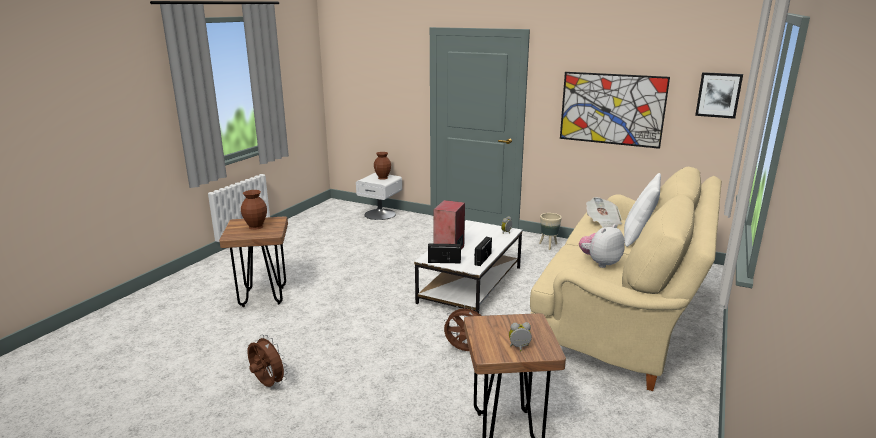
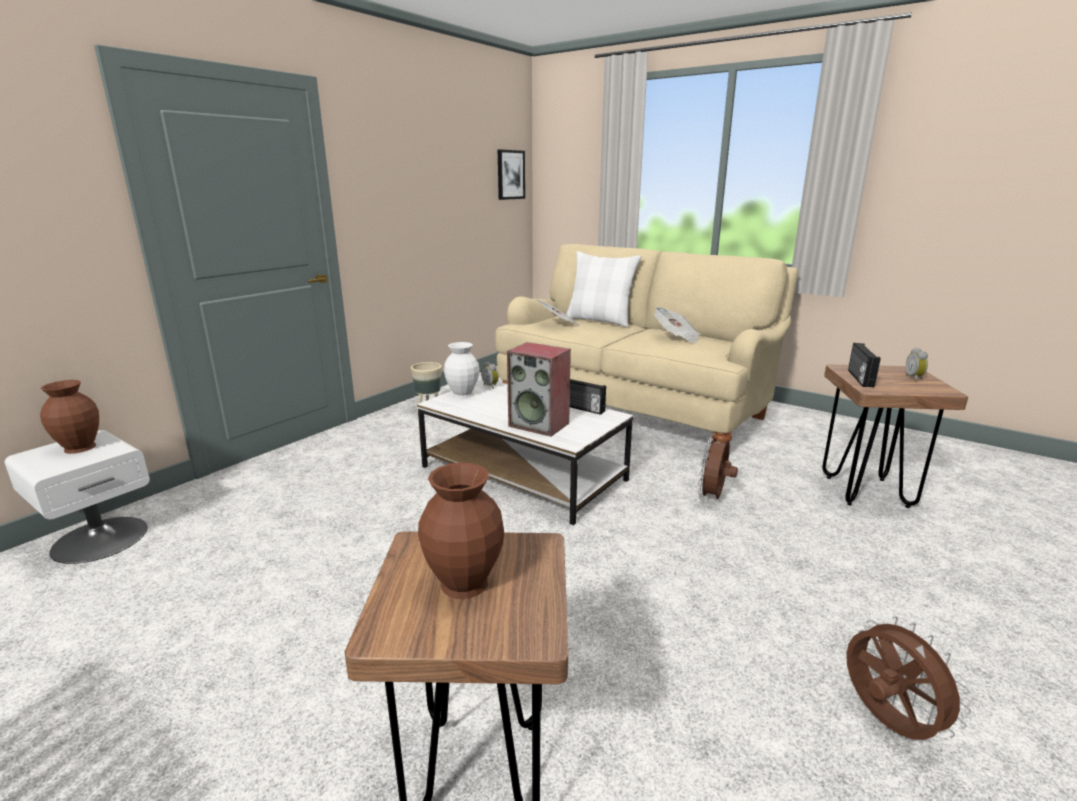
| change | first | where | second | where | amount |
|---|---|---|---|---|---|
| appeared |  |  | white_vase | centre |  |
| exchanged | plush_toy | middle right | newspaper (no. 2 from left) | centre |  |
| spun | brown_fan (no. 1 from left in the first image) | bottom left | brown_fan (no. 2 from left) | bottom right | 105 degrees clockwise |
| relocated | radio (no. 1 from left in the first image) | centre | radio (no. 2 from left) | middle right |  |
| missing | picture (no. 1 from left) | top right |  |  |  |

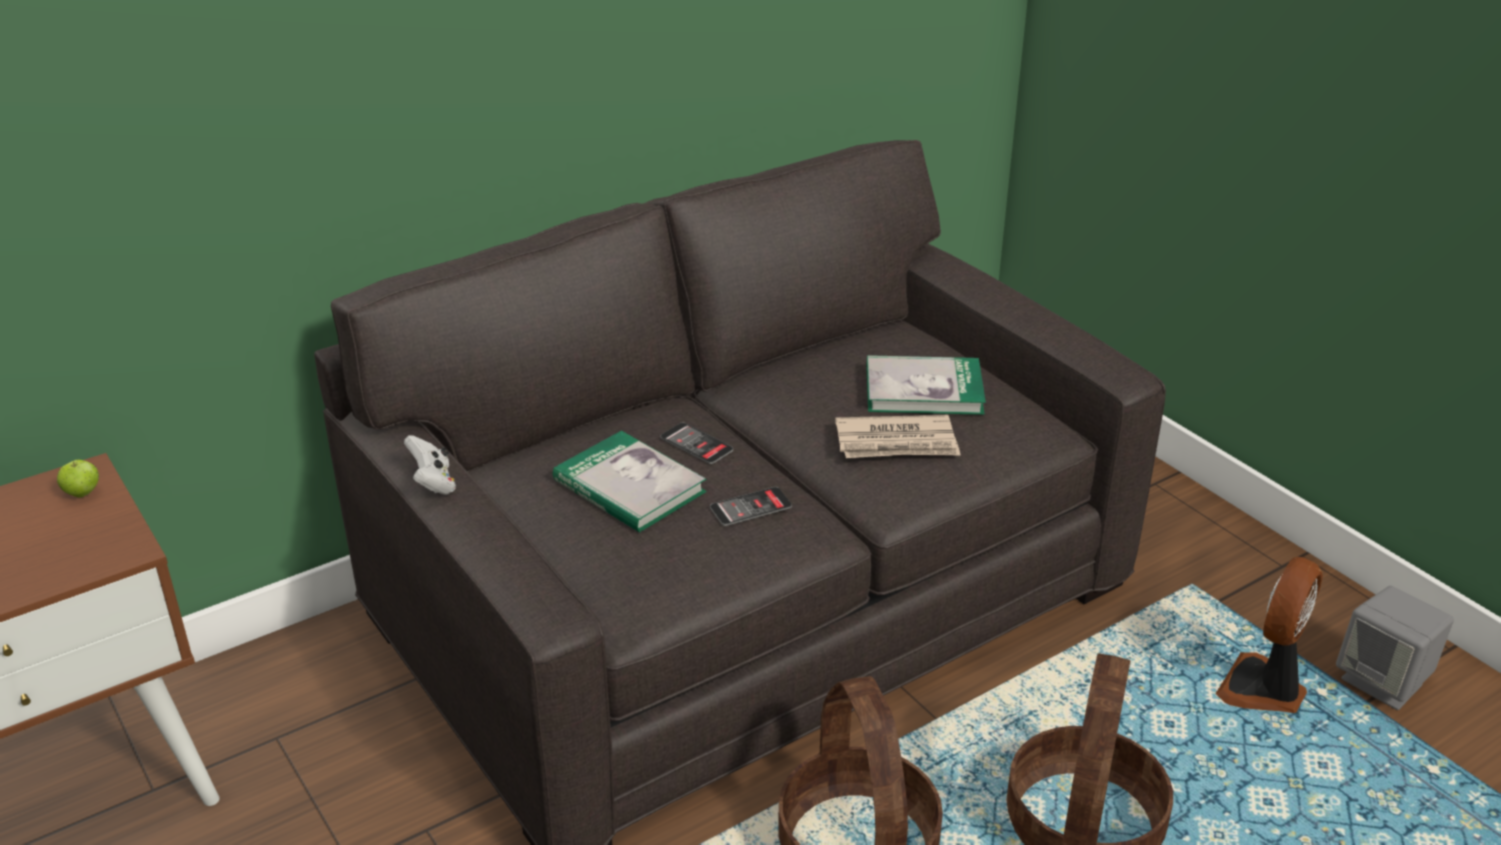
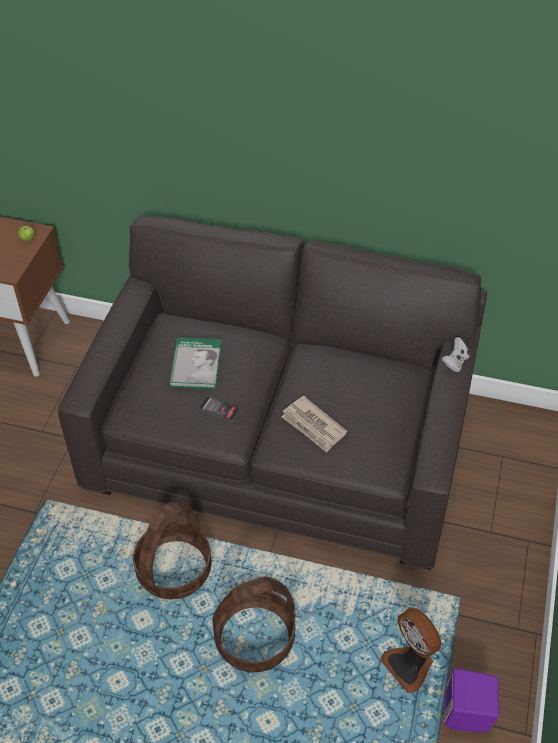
| change | first | where | second | where | amount |
|---|---|---|---|---|---|
| spun | fan | bottom right |  | bottom right | 120 degrees counterclockwise |
| relocated | white_game_controller | middle left |  | middle right |  |
| colour | grey_speaker | bottom right | purple_speaker | bottom right |  |
| missing | phone (no. 1 from left) | centre |  |  |  |
| missing | book (no. 2 from left) | centre |  |  |  |

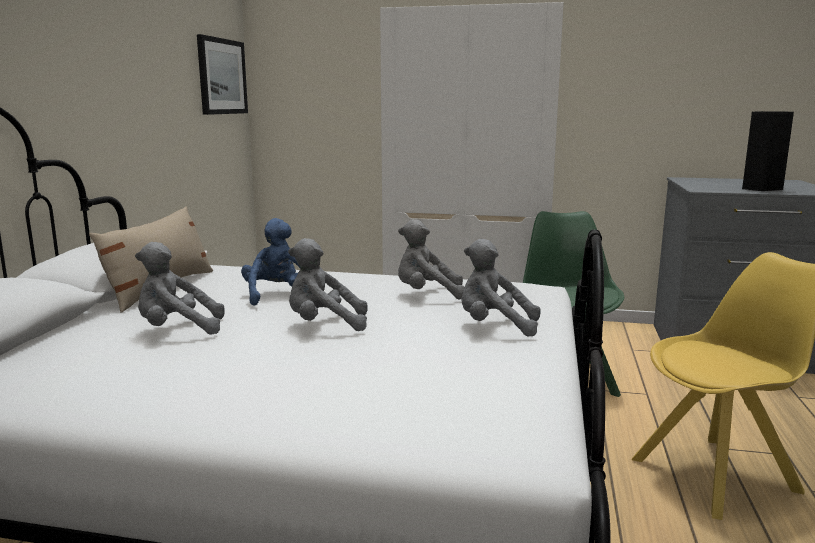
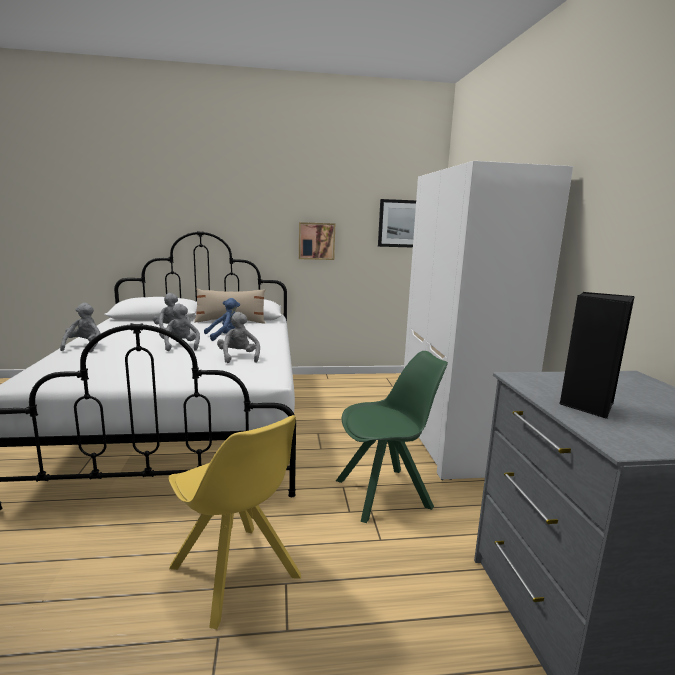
| change | first | where | second | where | amount |
|---|---|---|---|---|---|
| relocated | grey_plush_toy (no. 4 from left in the first image) | centre | grey_plush_toy (no. 1 from left) | middle left |  |
| appeared |  |  | picture (no. 1 from left) | centre |  |

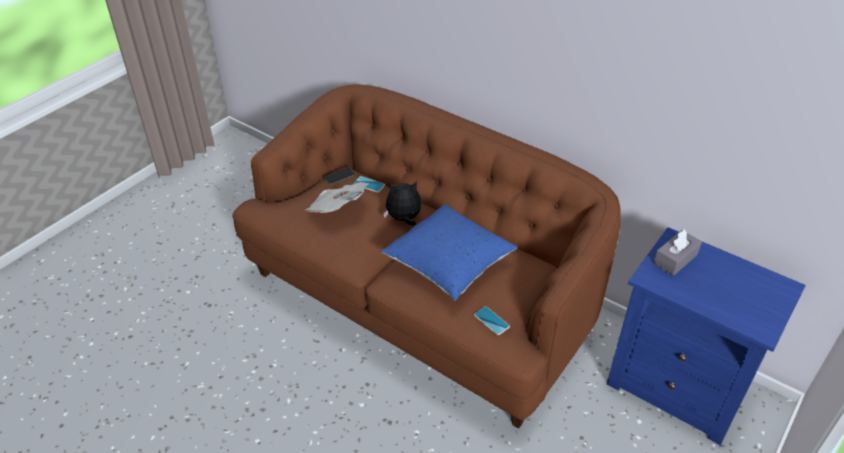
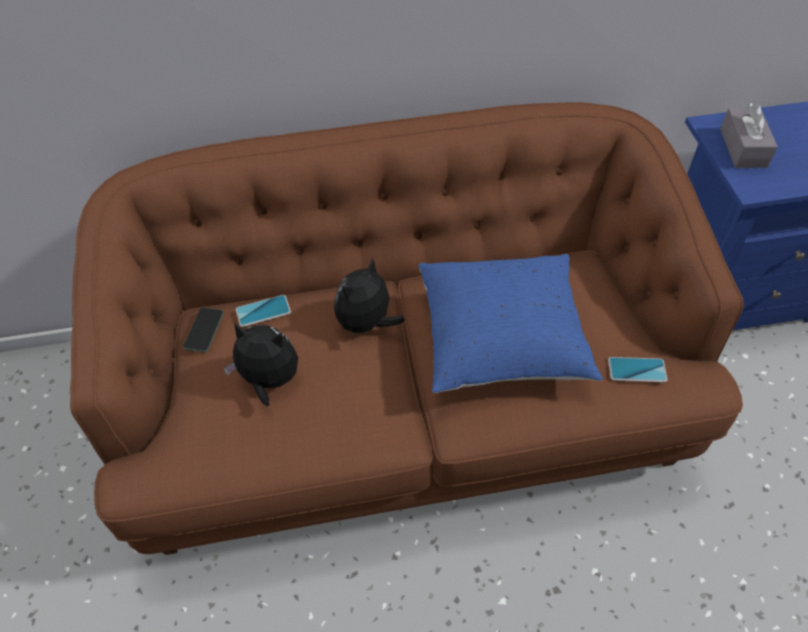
| change | first | where | second | where | amount |
|---|---|---|---|---|---|
| exchanged | newspaper | centre | plush_toy (no. 1 from left) | middle left |  |

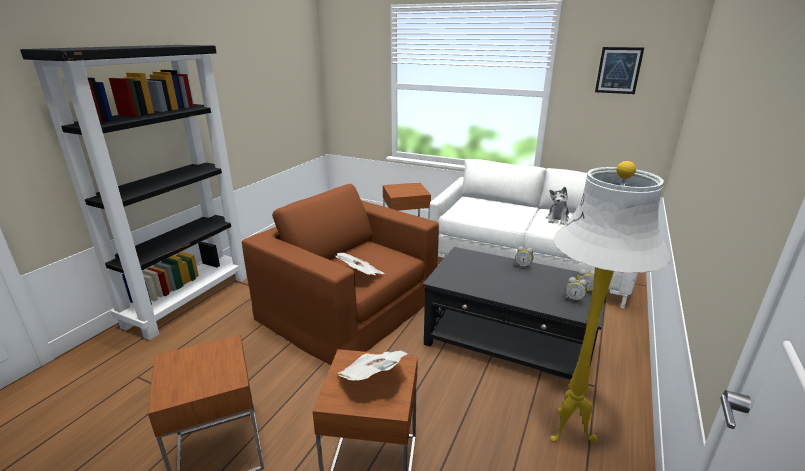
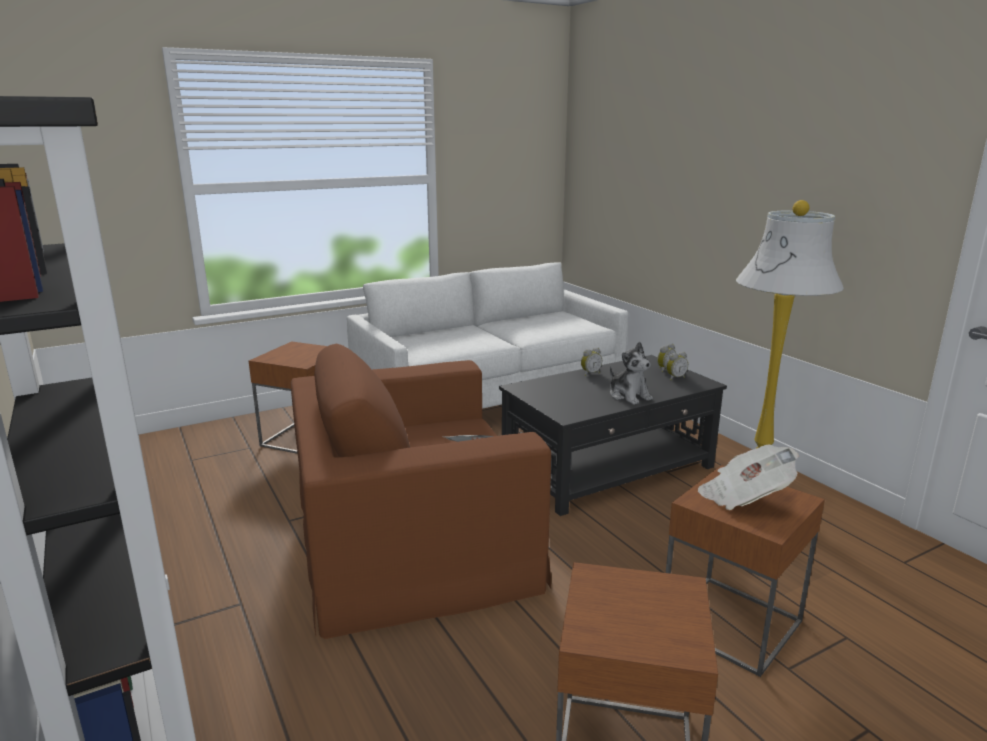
| change | first | where | second | where | amount |
|---|---|---|---|---|---|
| relocated | plush_toy | middle right |  | centre |  |
| missing | picture | top right |  |  |  |

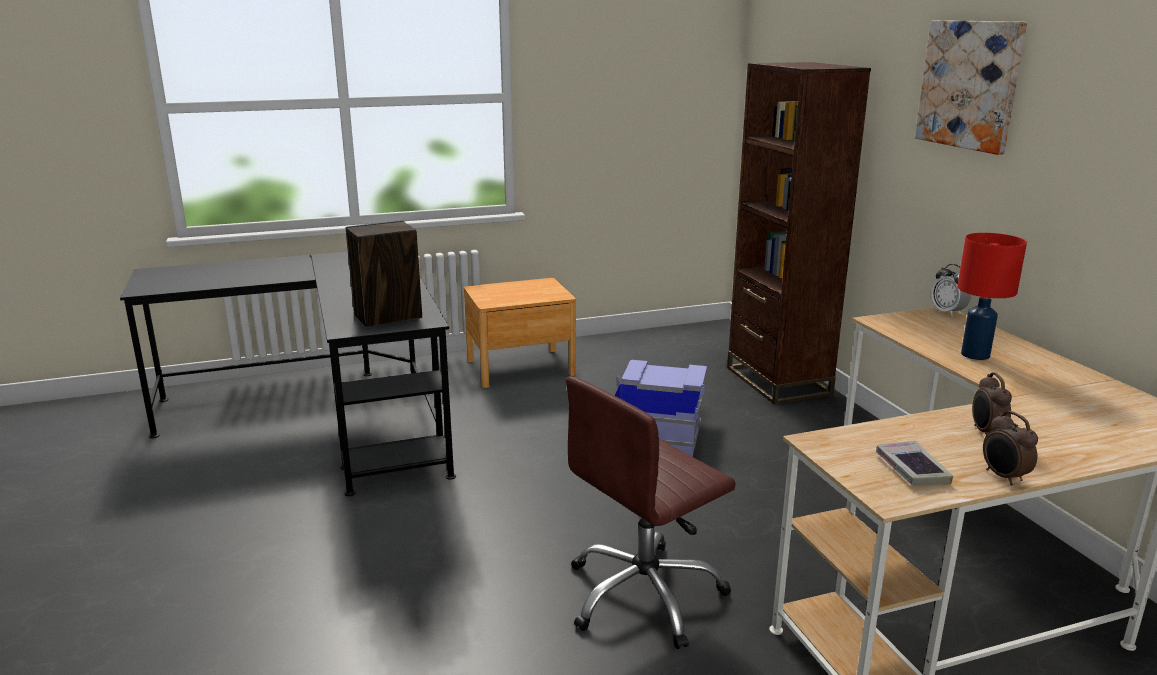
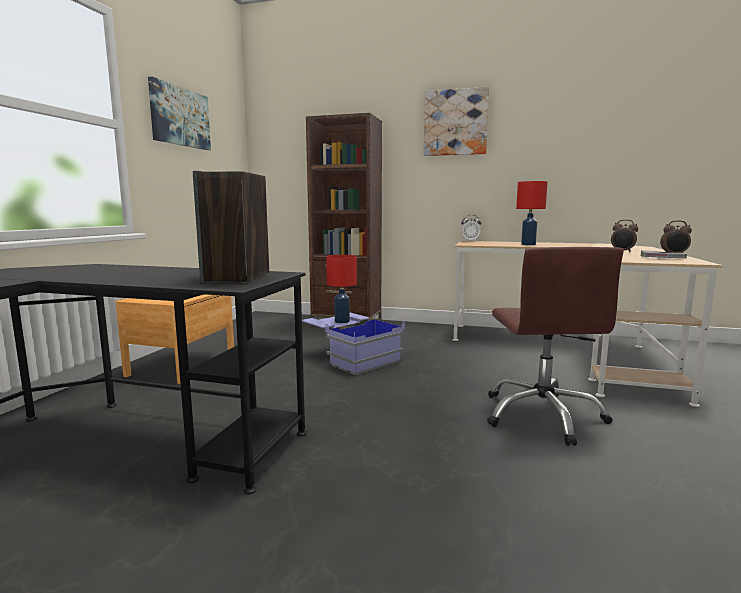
| change | first | where | second | where | amount |
|---|---|---|---|---|---|
| appeared |  |  | picture (no. 1 from left) | top left |  |
| appeared |  |  | red_table_lamp (no. 1 from left) | centre |  |

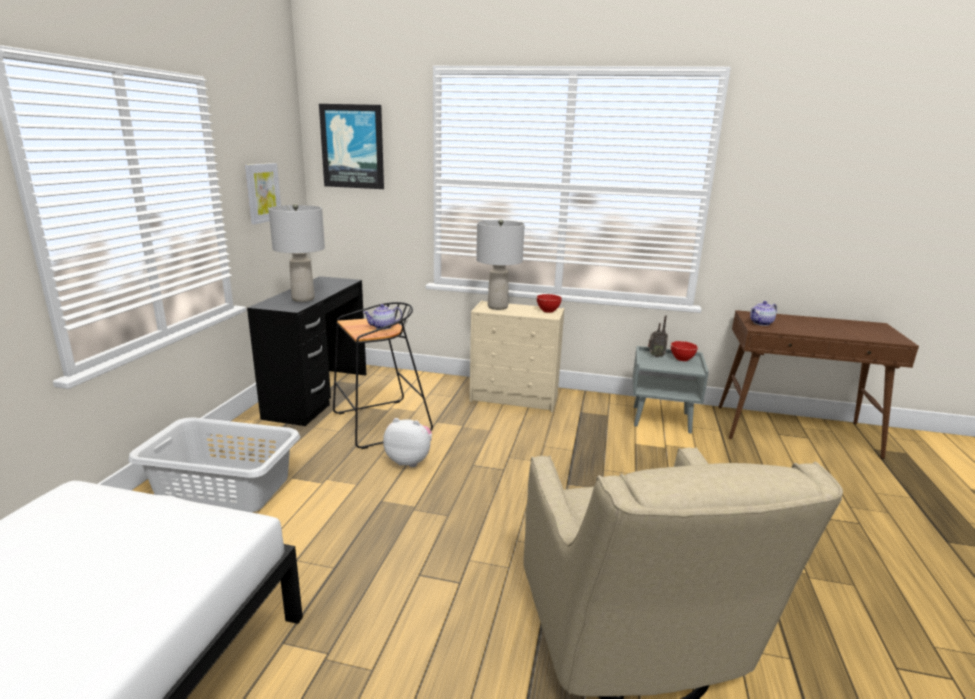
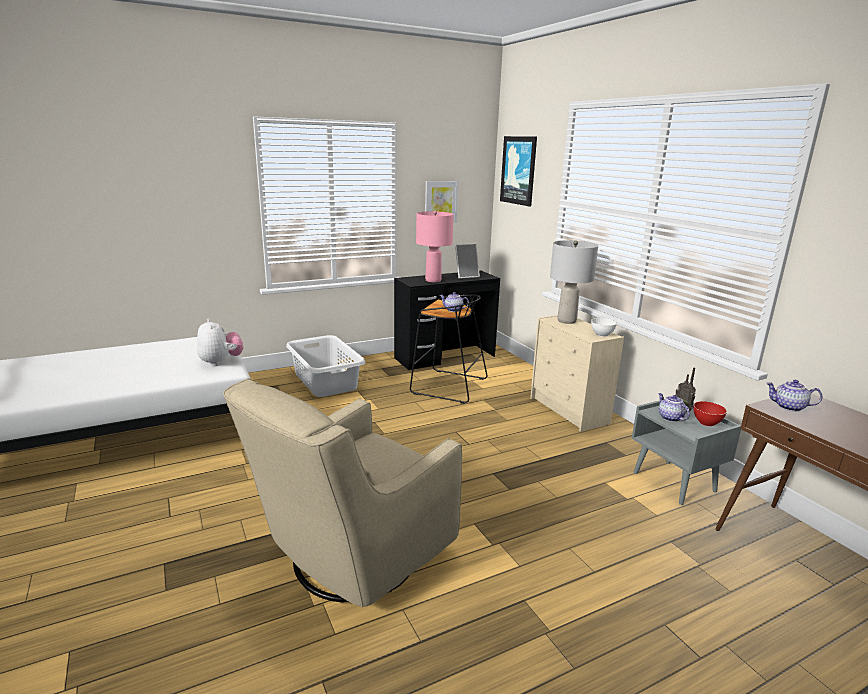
| change | first | where | second | where | amount |
|---|---|---|---|---|---|
| relocated | plush_toy | centre |  | middle left |  |
| colour | grey_table_lamp (no. 1 from left) | middle left | pink_table_lamp | centre |  |
| appeared |  |  | picture_frame | centre |  |
| colour | red_bowl (no. 1 from left) | centre | white_bowl | middle right |  |
| appeared |  |  | teapot (no. 2 from left) | middle right |  |

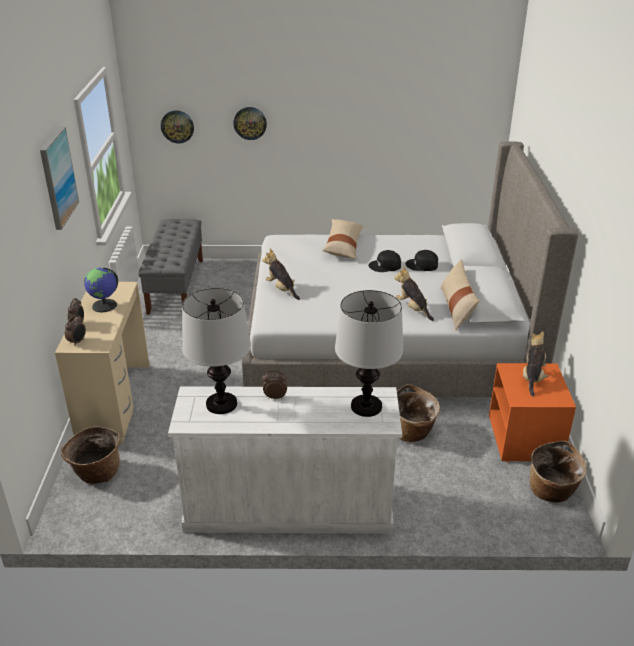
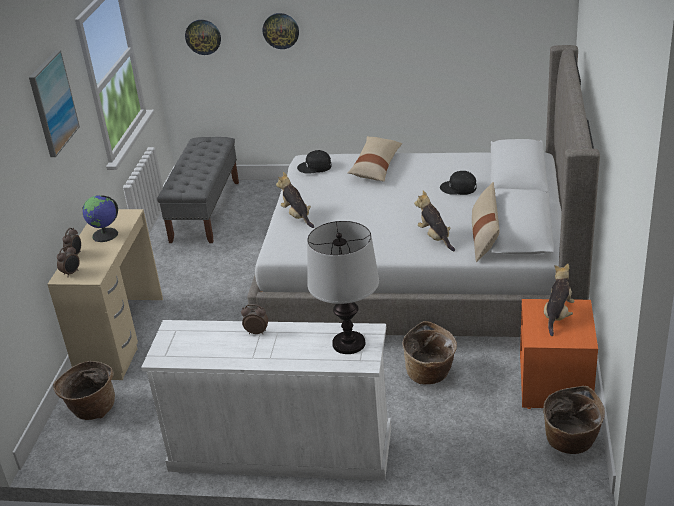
| change | first | where | second | where | amount |
|---|---|---|---|---|---|
| relocated | black_cap (no. 1 from left) | centre |  | top centre |  |
| missing | table_lamp (no. 1 from left) | centre |  |  |  |

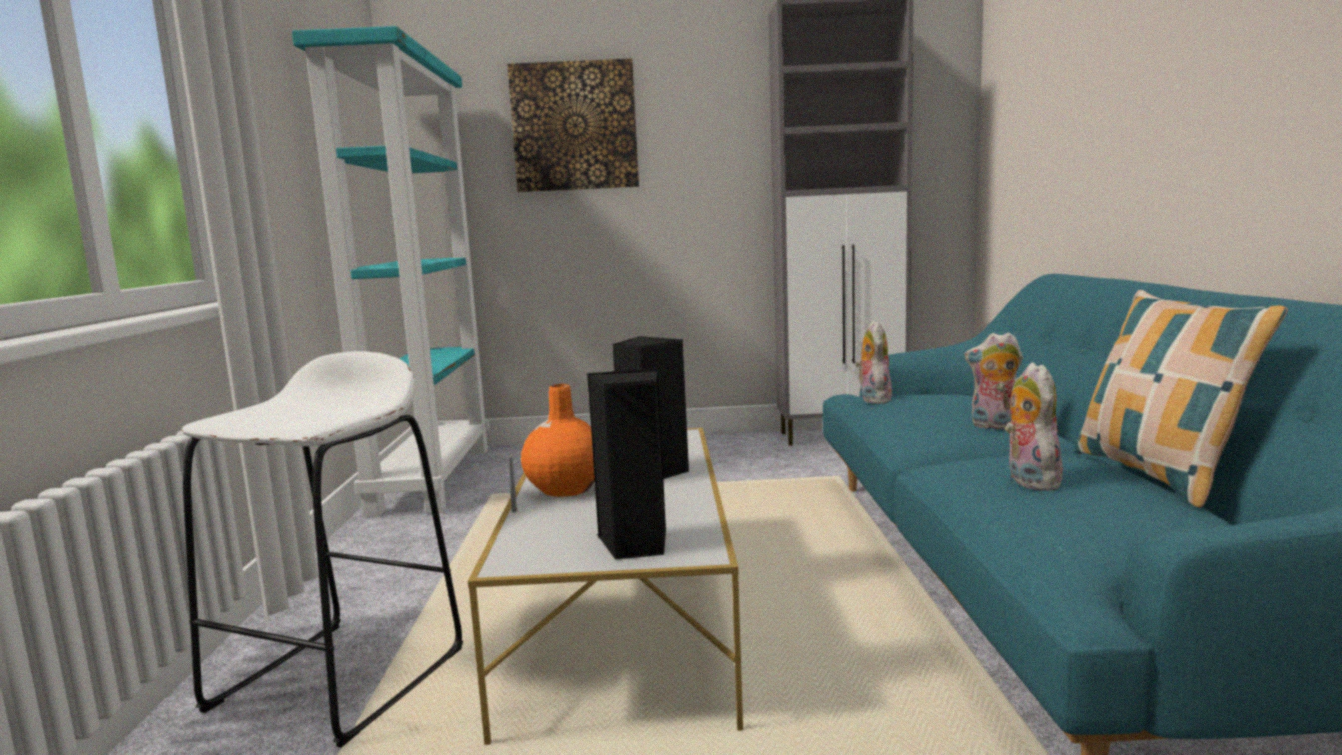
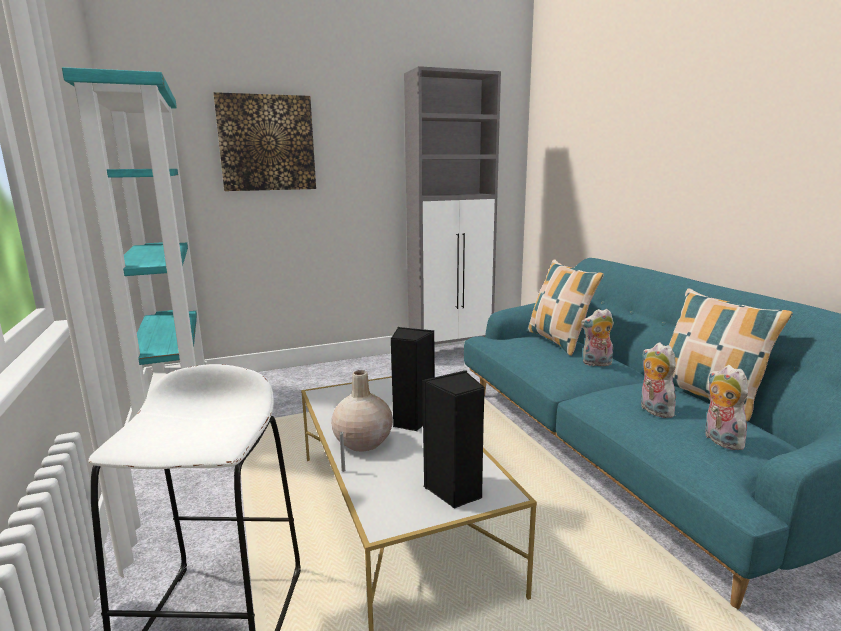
| change | first | where | second | where | amount |
|---|---|---|---|---|---|
| colour | orange_vase | centre | beige_vase | centre |  |
| appeared |  |  | pillow (no. 1 from left) | middle right |  |
| relocated | plush_toy (no. 1 from left in the first image) | centre | plush_toy (no. 3 from left) | middle right |  |

